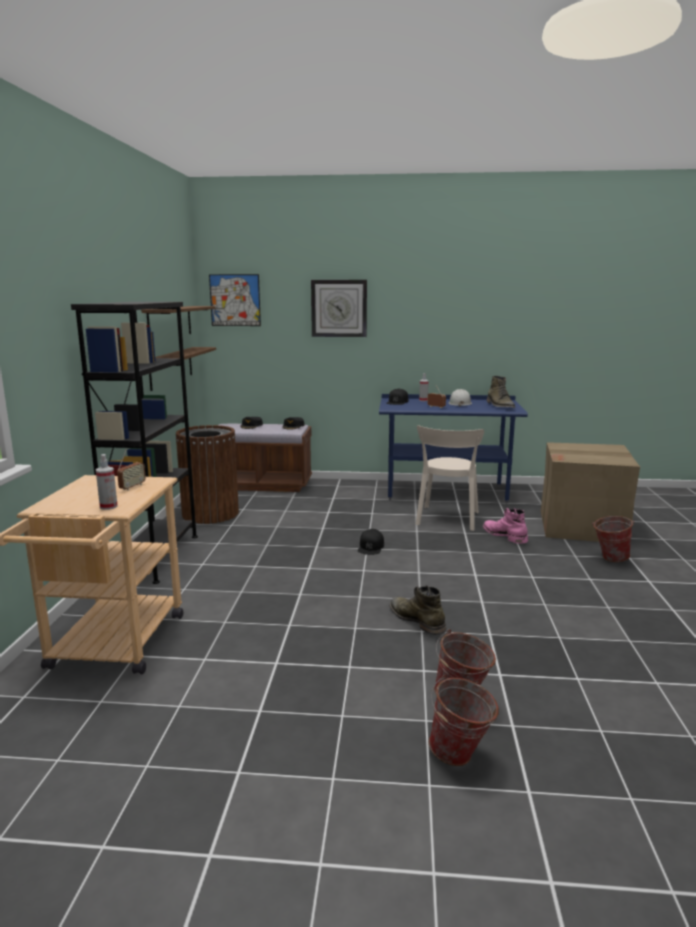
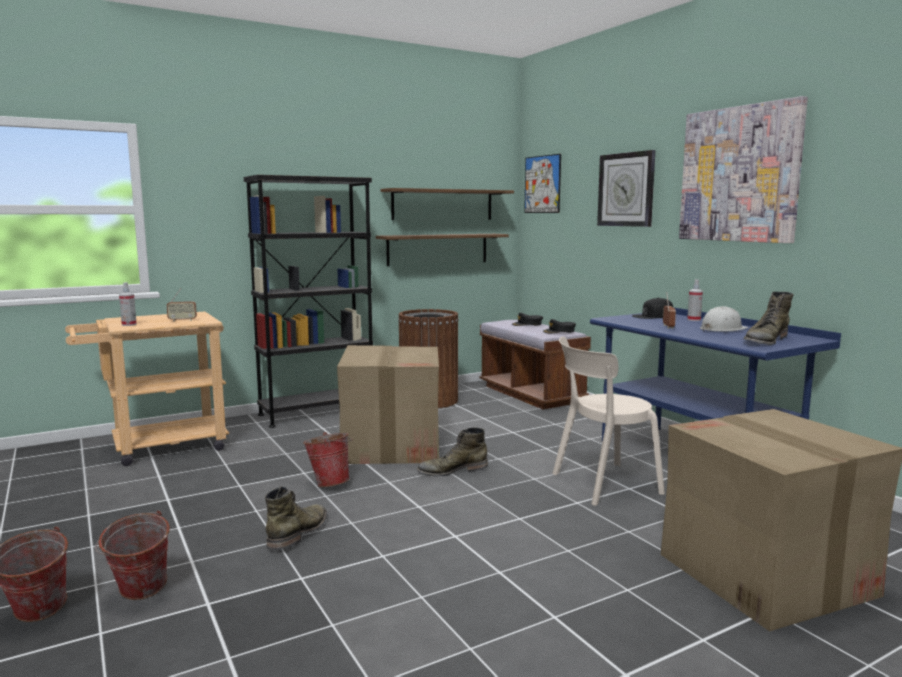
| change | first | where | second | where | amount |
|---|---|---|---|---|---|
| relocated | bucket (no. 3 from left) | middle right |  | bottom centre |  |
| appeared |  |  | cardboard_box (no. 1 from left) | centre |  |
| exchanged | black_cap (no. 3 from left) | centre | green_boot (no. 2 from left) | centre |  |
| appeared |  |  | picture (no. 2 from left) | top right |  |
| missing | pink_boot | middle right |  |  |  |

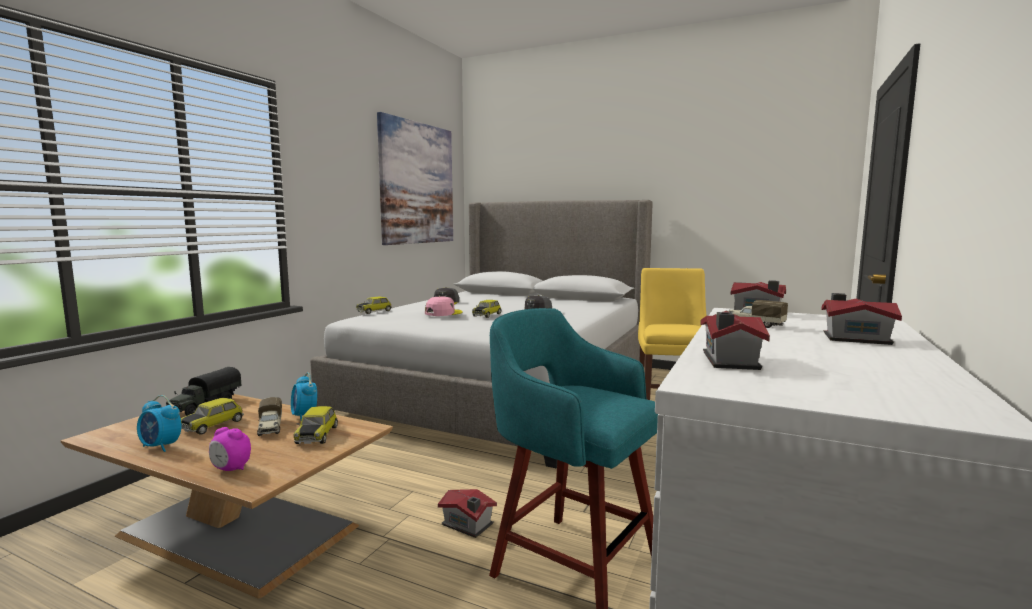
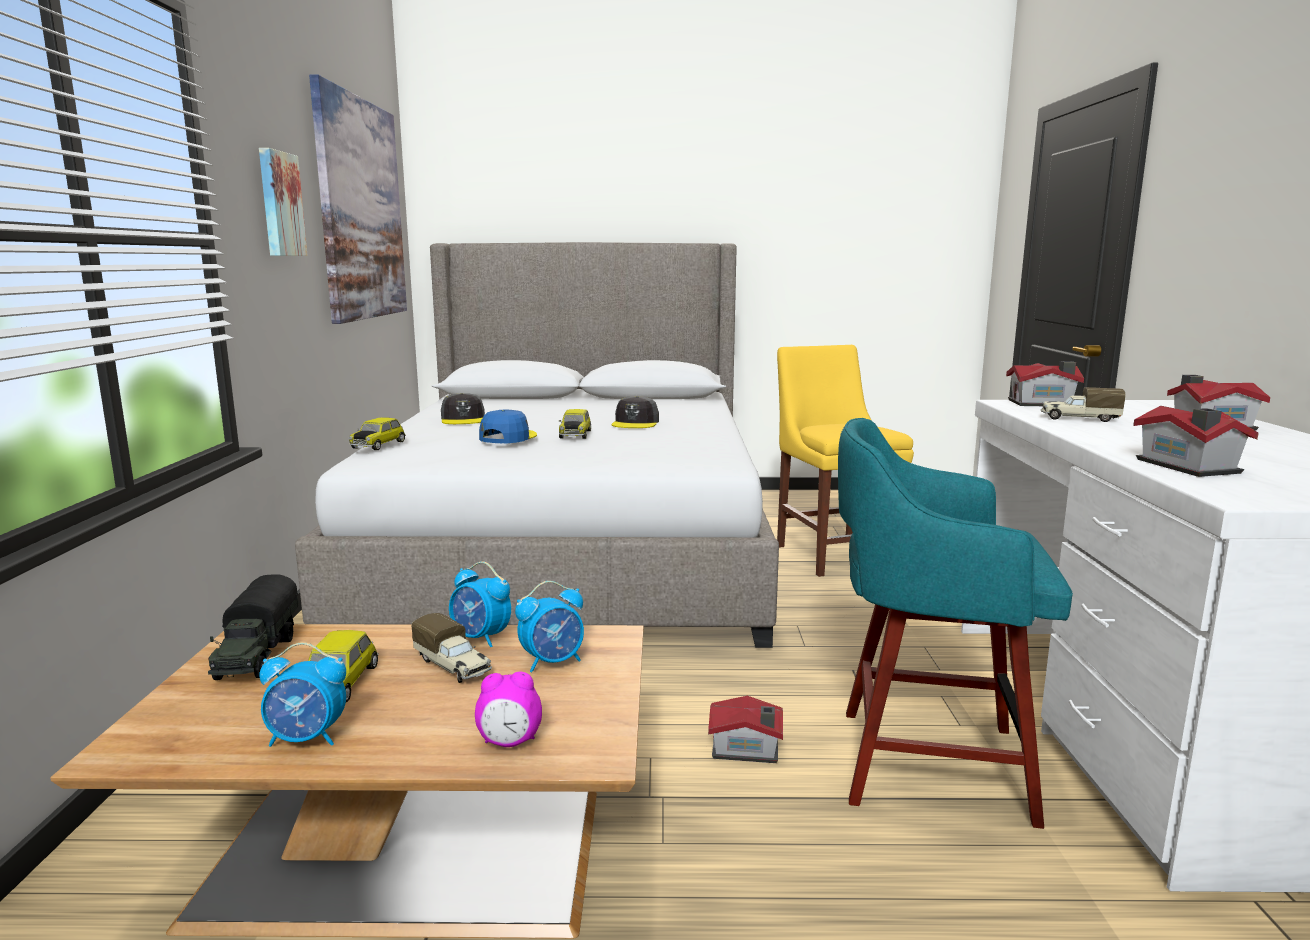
| change | first | where | second | where | amount |
|---|---|---|---|---|---|
| appeared |  |  | picture (no. 1 from left) | top left |  |
| colour | pink_cap | centre | blue_cap | centre |  |
| exchanged | toy_car (no. 2 from left) | bottom left | alarm_clock (no. 4 from left) | centre |  |

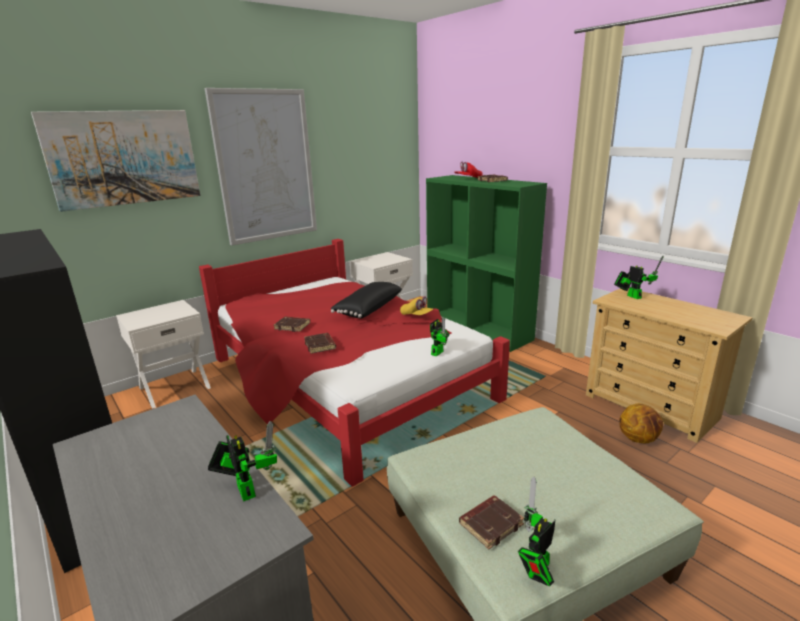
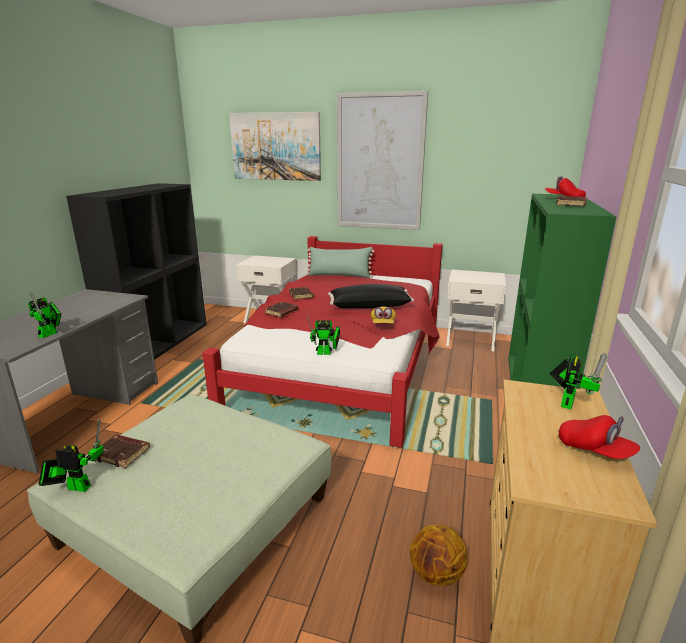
| change | first | where | second | where | amount |
|---|---|---|---|---|---|
| appeared |  |  | green_pillow | centre |  |
| appeared |  |  | red_cap (no. 2 from left) | bottom right |  |

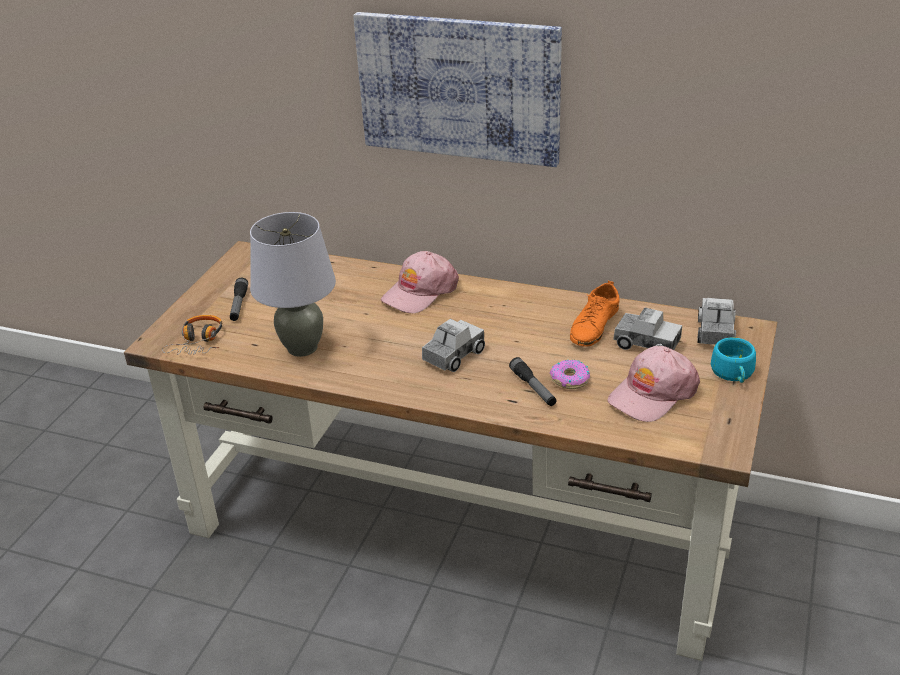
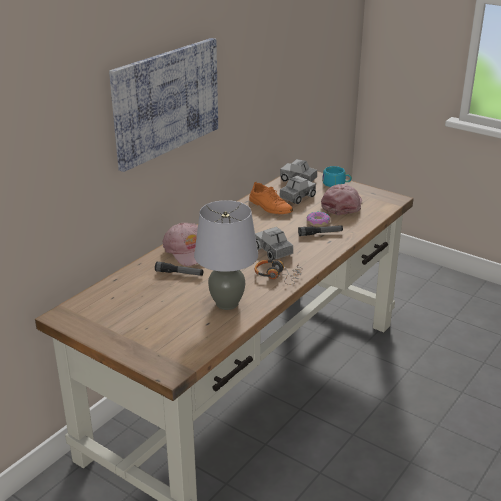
| change | first | where | second | where | amount |
|---|---|---|---|---|---|
| relocated | flashlight (no. 1 from left) | middle left |  | centre |  |
| relocated | headphones | middle left |  | centre |  |
| spun | pink_cap (no. 2 from left) | middle right |  | middle right | 135 degrees counterclockwise |

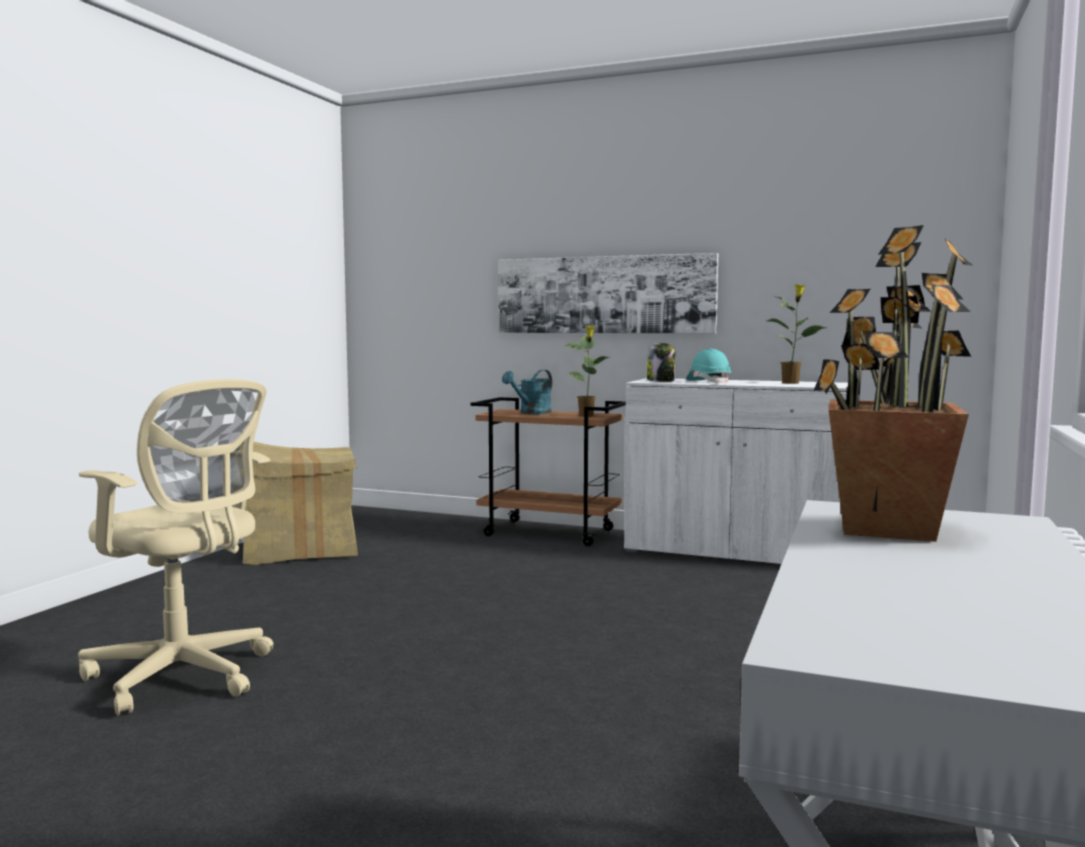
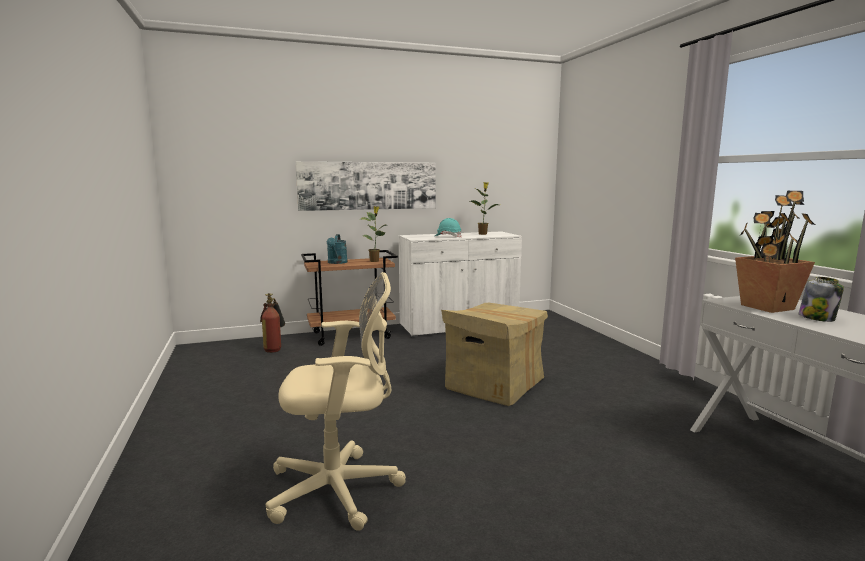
| change | first | where | second | where | amount |
|---|---|---|---|---|---|
| appeared |  |  | fire_extinguisher | middle left |  |
| relocated | cardboard_box | middle left |  | centre |  |
| relocated | jar | centre |  | middle right |  |

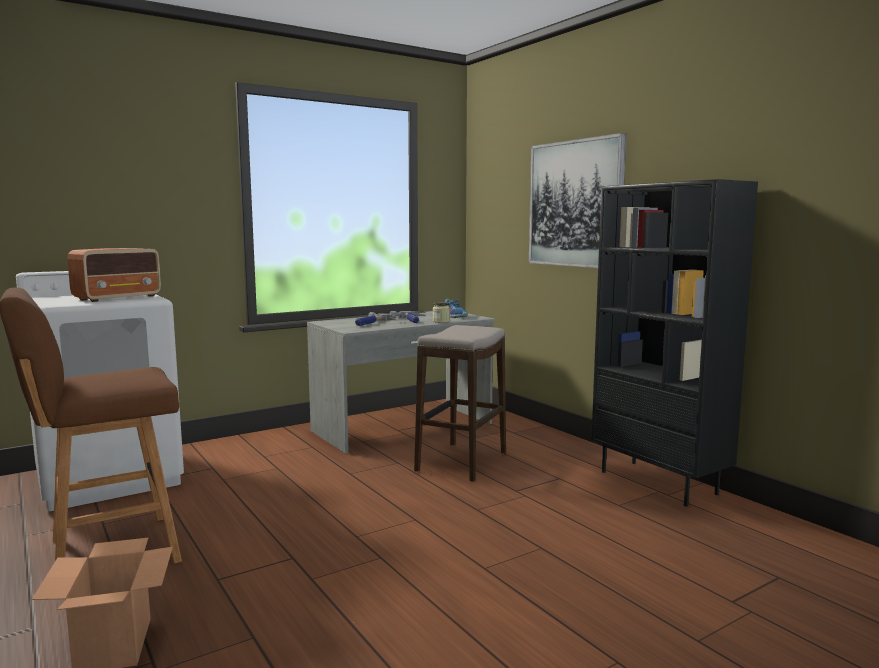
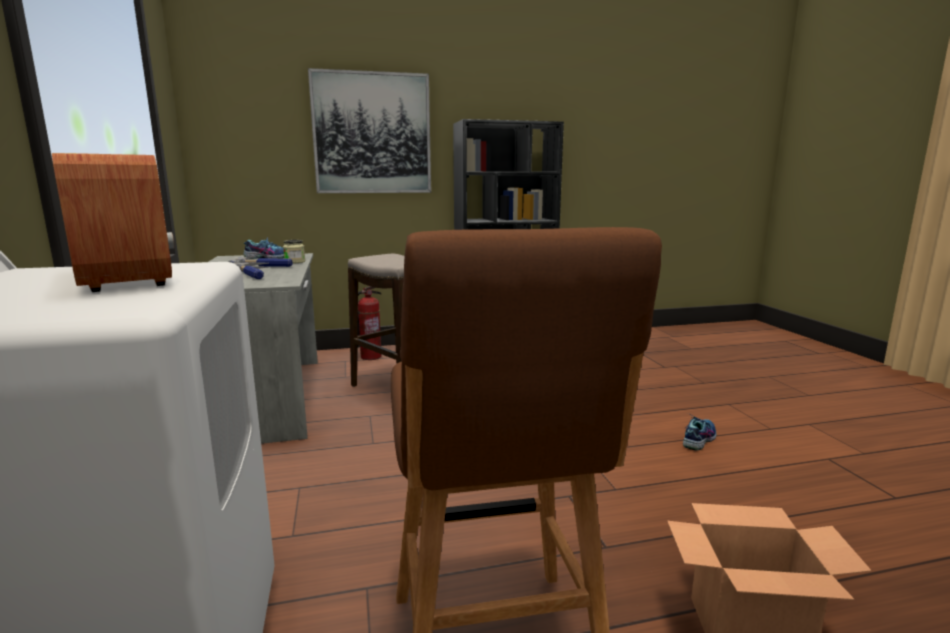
| change | first | where | second | where | amount |
|---|---|---|---|---|---|
| appeared |  |  | fire_extinguisher | centre |  |
| appeared |  |  | shoe (no. 2 from left) | bottom right |  |

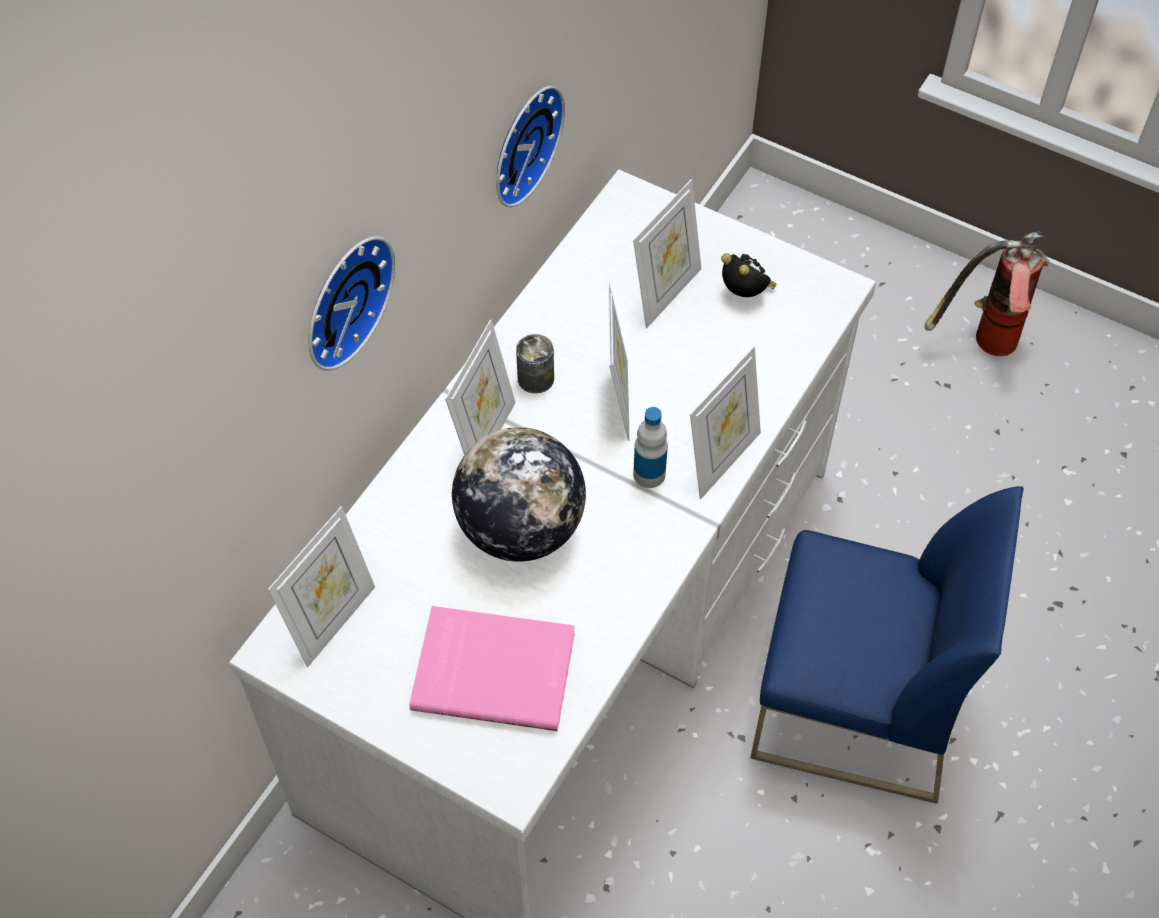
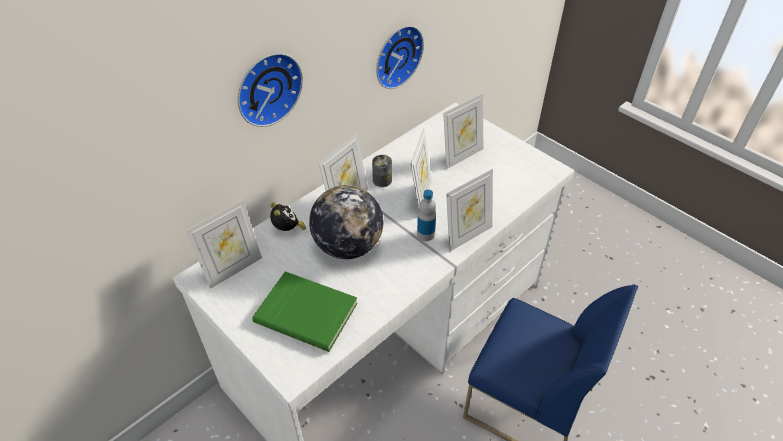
| change | first | where | second | where | amount |
|---|---|---|---|---|---|
| colour | pink_book | bottom centre | green_book | bottom centre |  |
| relocated | alarm_clock | top centre |  | centre |  |
| missing | fire_extinguisher | top right |  |  |  |

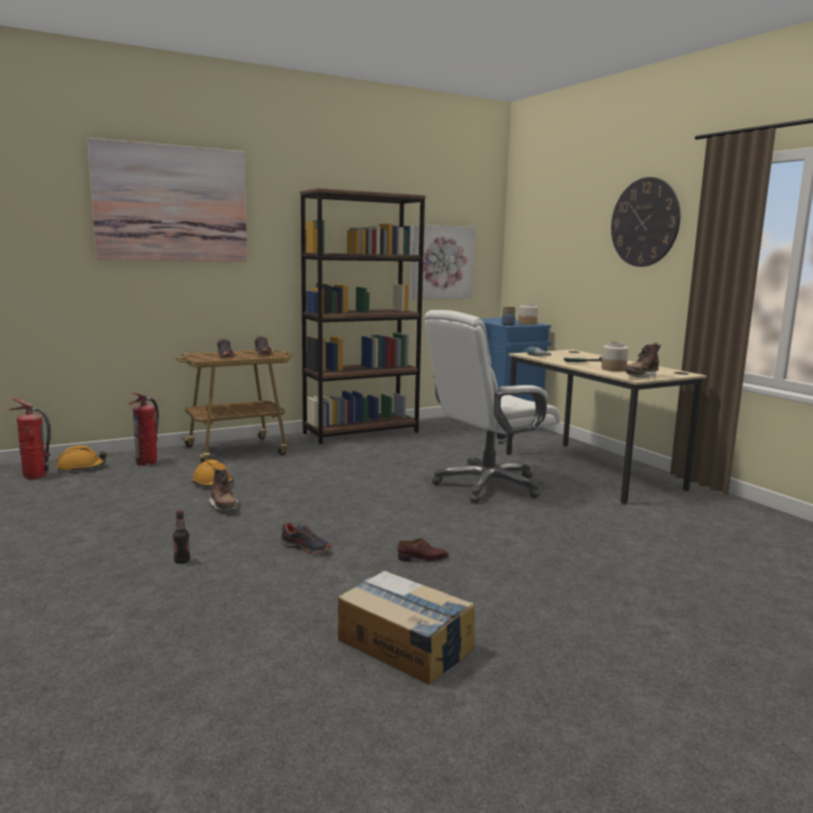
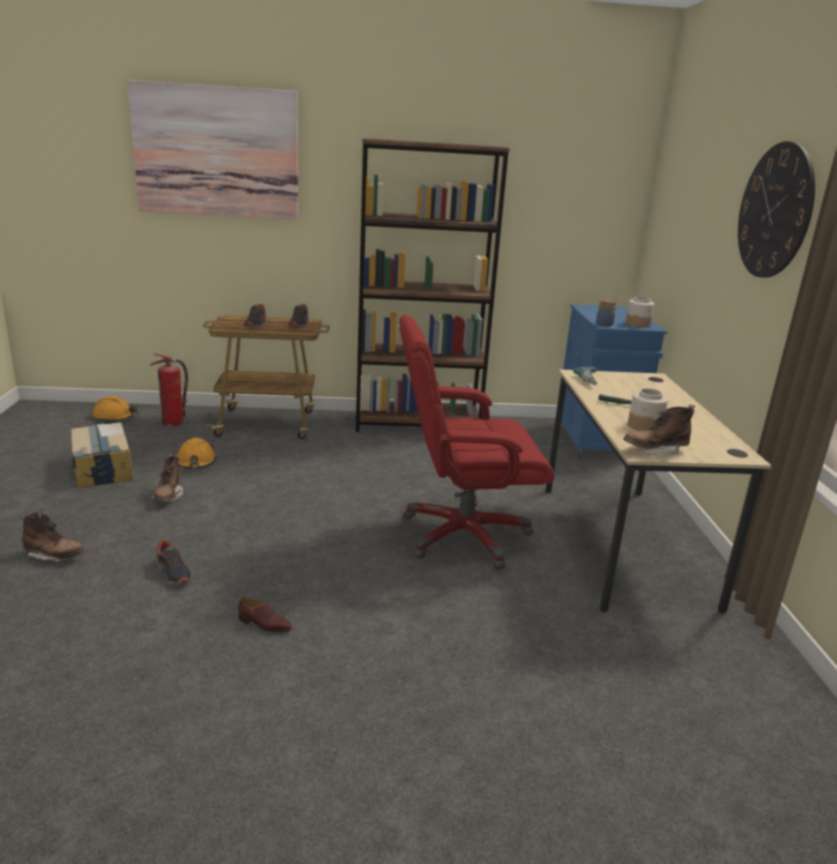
| change | first | where | second | where | amount |
|---|---|---|---|---|---|
| exchanged | bottle | middle left | brown_boot (no. 1 from left) | middle left |  |
| relocated | cardboard_box | bottom centre |  | middle left |  |
| colour | white_office_chair | centre | red_office_chair | centre |  |
| missing | fire_extinguisher (no. 1 from left) | middle left |  |  |  |
| missing | picture (no. 2 from left) | top centre |  |  |  |

